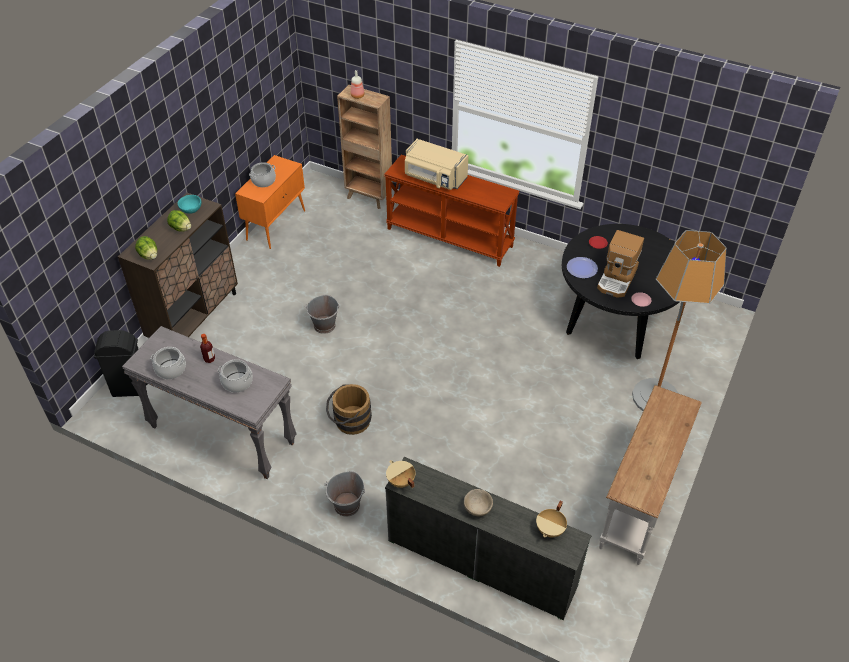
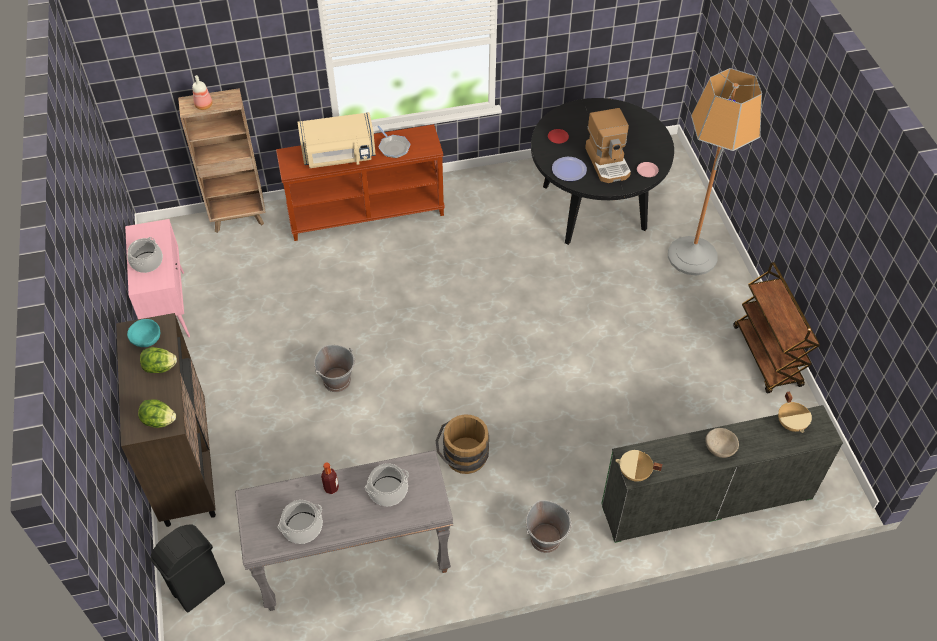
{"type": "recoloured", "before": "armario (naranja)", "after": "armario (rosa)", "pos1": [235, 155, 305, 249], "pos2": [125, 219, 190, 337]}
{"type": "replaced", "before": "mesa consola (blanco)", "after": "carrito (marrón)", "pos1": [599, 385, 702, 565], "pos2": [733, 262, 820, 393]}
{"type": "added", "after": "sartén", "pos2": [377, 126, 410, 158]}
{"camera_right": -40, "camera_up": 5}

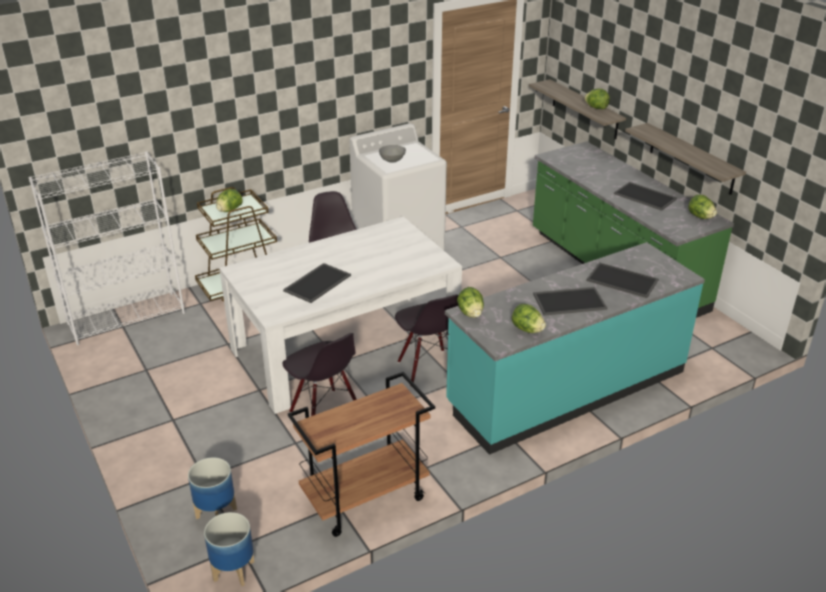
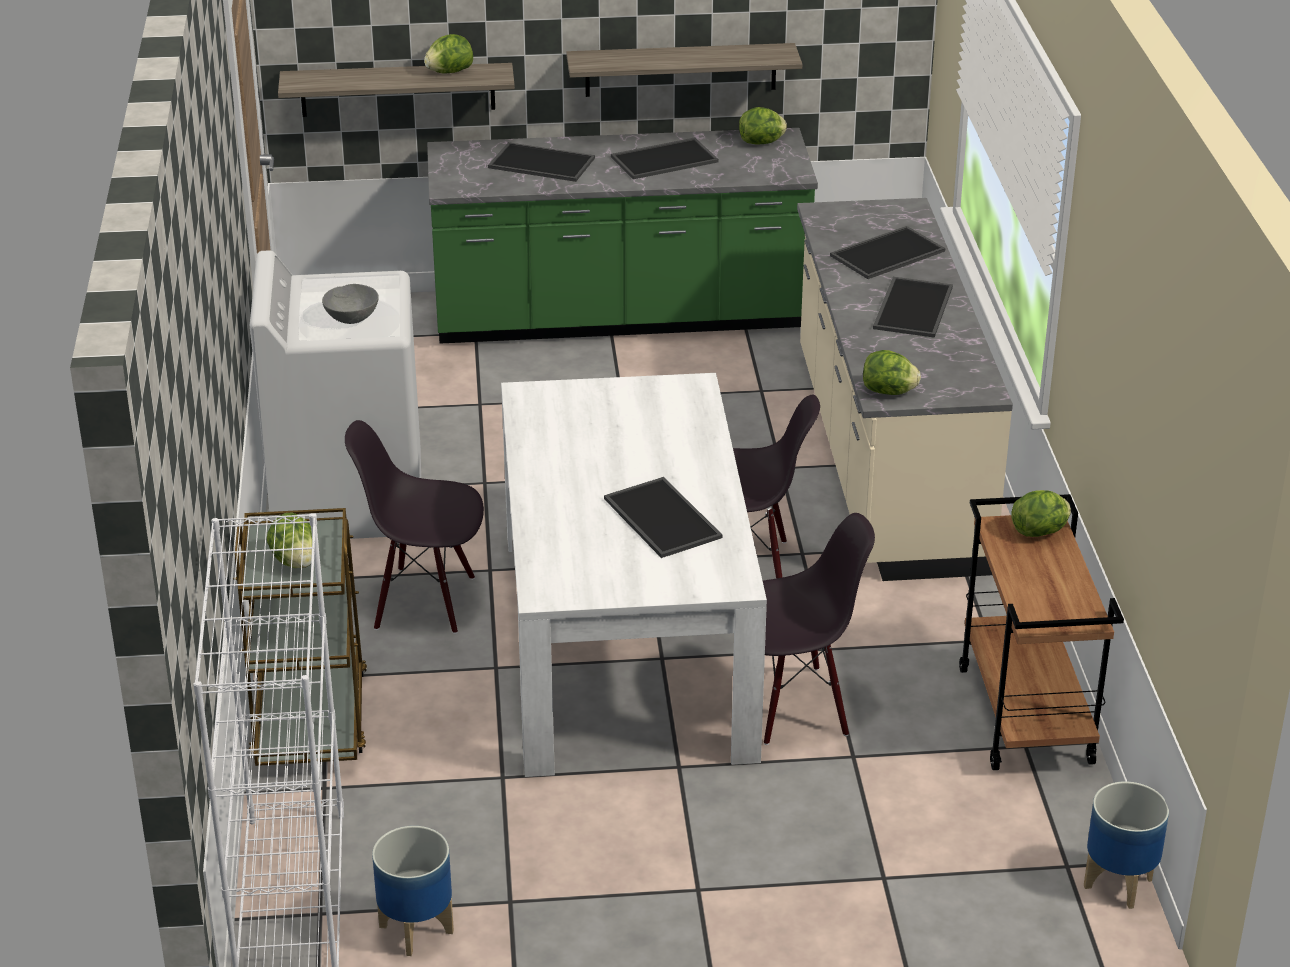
{"type": "recoloured", "before": "mueble bajo de cocina (turquesa)", "after": "mueble bajo de cocina (beis)", "pos1": [445, 242, 705, 455], "pos2": [797, 198, 1013, 581]}
{"type": "moved", "before": "lechuga", "pos1": [512, 304, 546, 333], "pos2": [1011, 490, 1071, 537]}
{"type": "moved", "before": "maceta", "pos1": [188, 457, 237, 519], "pos2": [372, 826, 454, 956]}
{"type": "added", "after": "bandeja", "pos2": [488, 142, 595, 182]}
{"camera_right": -65, "camera_up": 0}

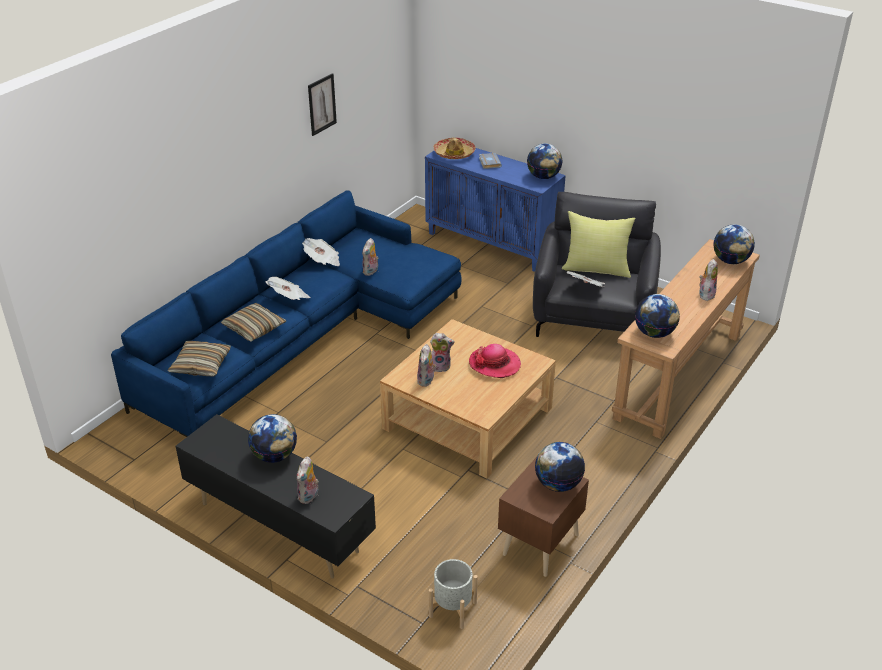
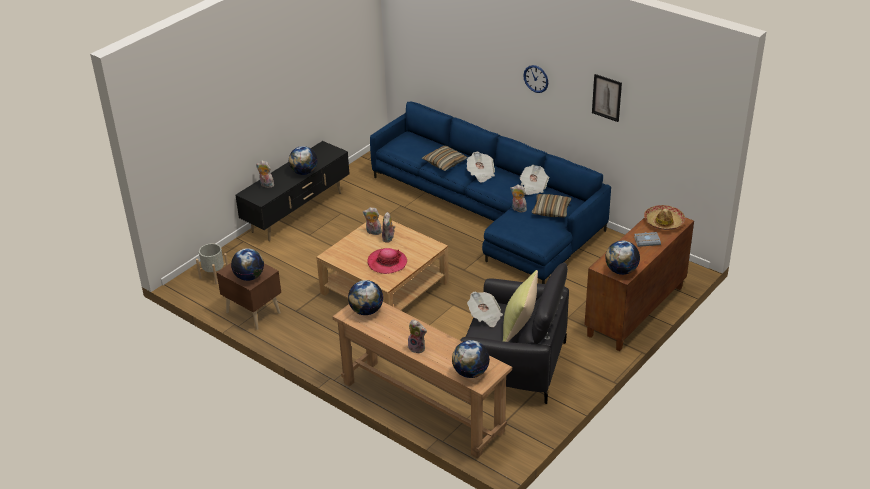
{"type": "recoloured", "before": "armario (azul)", "after": "armario (marrón)", "pos1": [425, 148, 566, 272], "pos2": [584, 217, 694, 351]}
{"type": "moved", "before": "cojín", "pos1": [168, 341, 231, 377], "pos2": [531, 194, 572, 217]}
{"type": "added", "after": "reloj de pared", "pos2": [523, 65, 548, 93]}
{"camera_right": 95, "camera_up": 0}

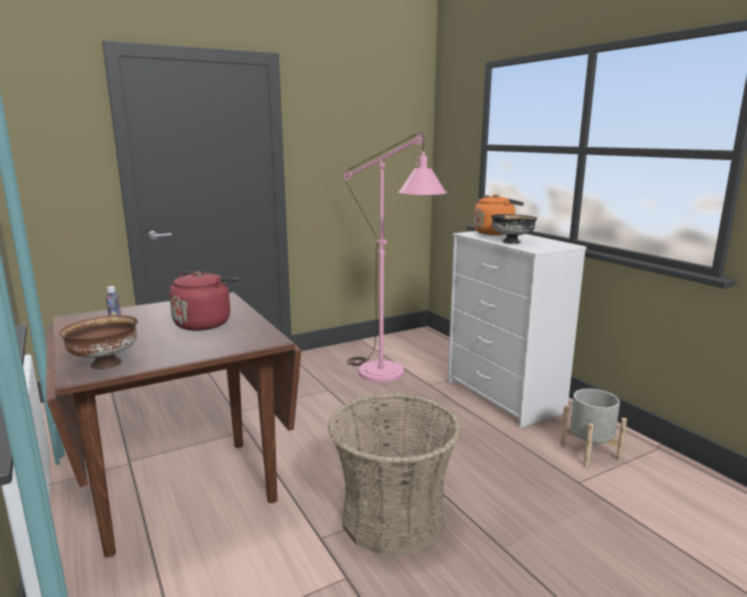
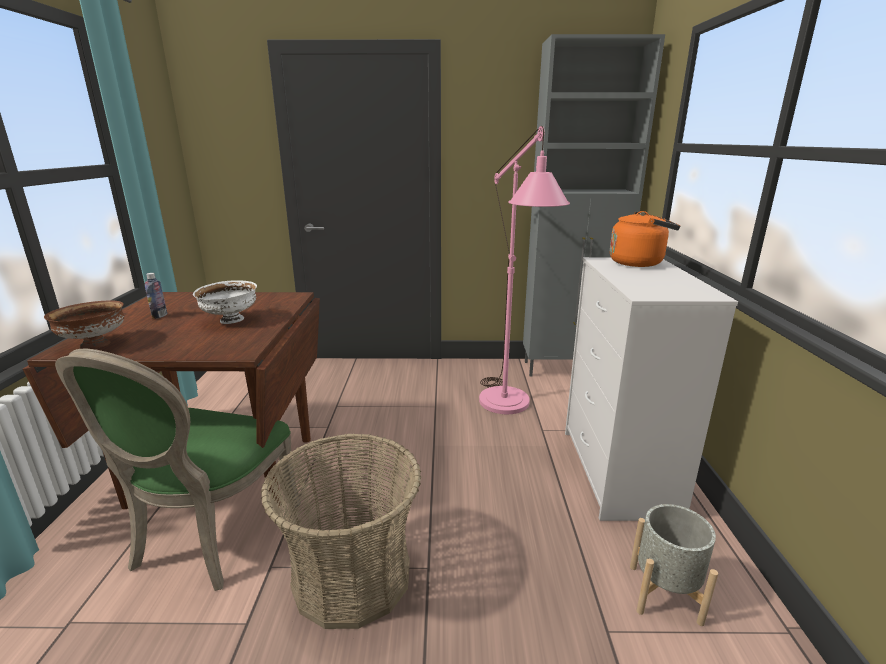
{"type": "removed", "before": "cuenco (negro)", "pos1": [491, 214, 538, 244]}
{"type": "replaced", "before": "hervidor (rojo)", "after": "cuenco (blanco)", "pos1": [169, 271, 239, 331], "pos2": [193, 280, 257, 324]}
{"type": "added", "after": "armario (gris)", "pos2": [523, 34, 665, 376]}
{"type": "added", "after": "silla (verde)", "pos2": [55, 349, 301, 591]}
{"camera_right": 30, "camera_up": 5}

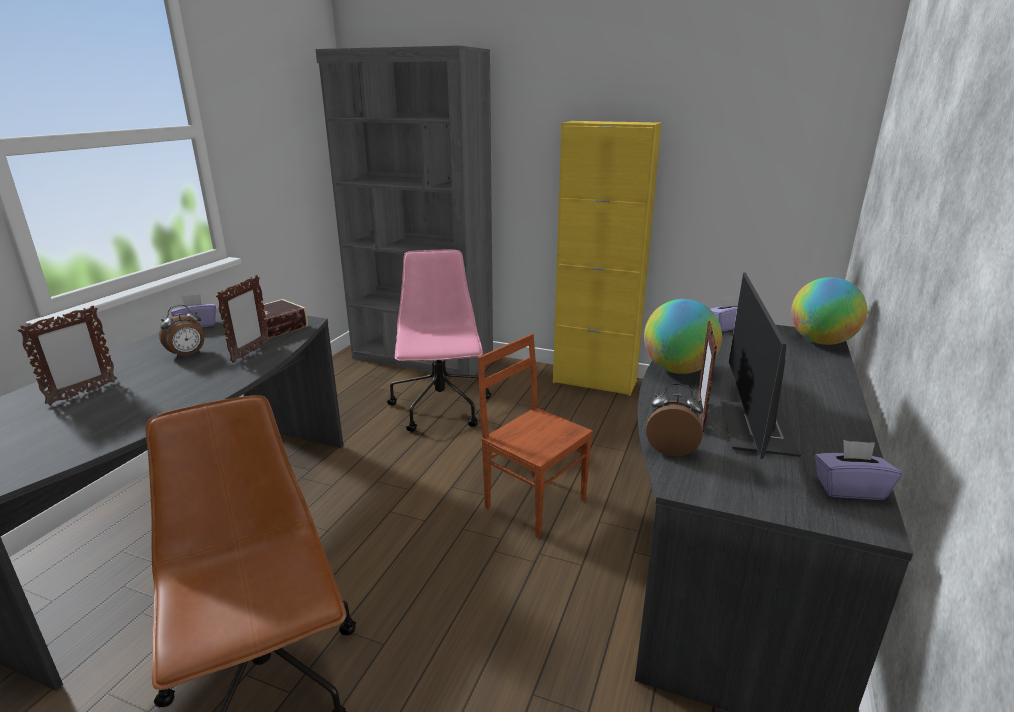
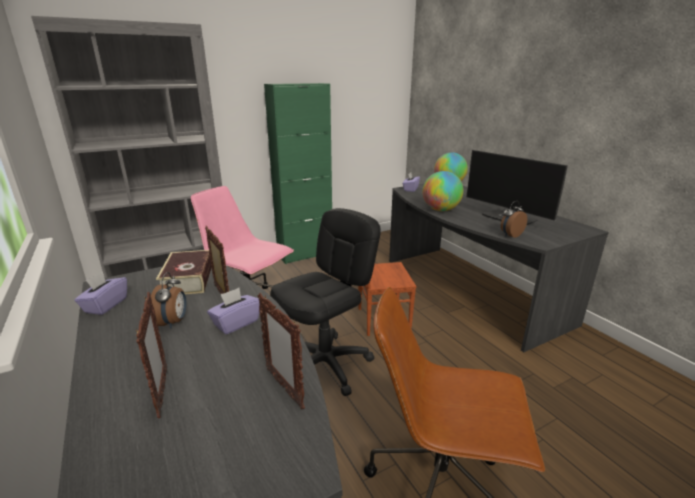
{"type": "recoloured", "before": "armario (amarillo)", "after": "armario (verde)", "pos1": [553, 121, 662, 396], "pos2": [264, 83, 332, 264]}
{"type": "moved", "before": "portarretratos", "pos1": [697, 321, 717, 432], "pos2": [257, 293, 305, 409]}
{"type": "moved", "before": "caja de pañuelos (morado)", "pos1": [815, 440, 902, 500], "pos2": [207, 288, 259, 335]}
{"type": "added", "after": "silla de oficina (negro)", "pos2": [270, 208, 381, 396]}
{"camera_right": -50, "camera_up": 0}

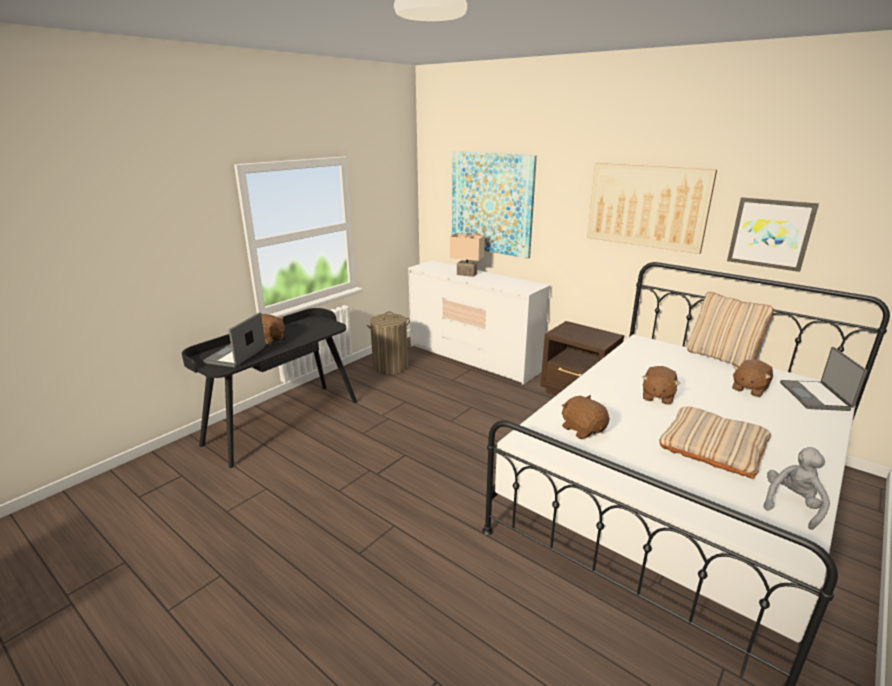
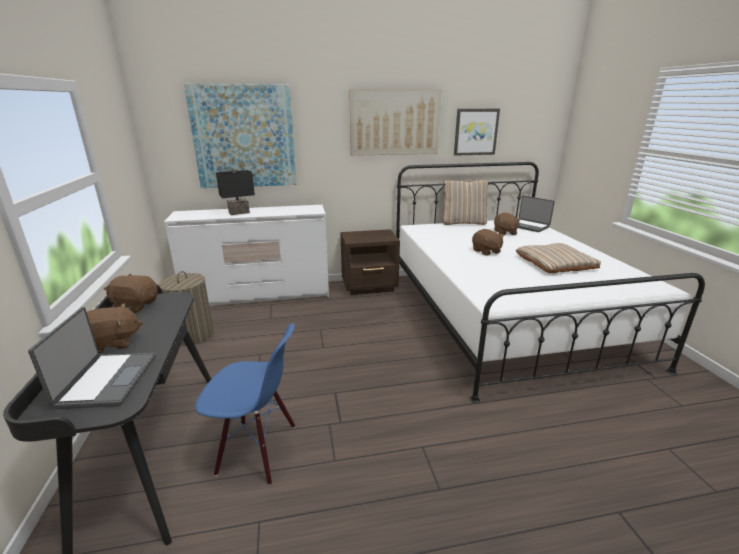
{"type": "recoloured", "before": "lámpara de mesa (beis)", "after": "lámpara de mesa (negro)", "pos1": [450, 233, 485, 277], "pos2": [216, 169, 255, 215]}
{"type": "turned", "before": "portátil", "pos1": [203, 313, 266, 367], "pos2": [28, 307, 156, 409], "turn": -150}
{"type": "moved", "before": "peluche (marrón)", "pos1": [562, 395, 609, 439], "pos2": [104, 273, 158, 313]}
{"type": "removed", "before": "peluche (gris)", "pos1": [763, 447, 830, 530]}
{"type": "added", "after": "silla (azul)", "pos2": [195, 323, 295, 485]}
{"camera_right": -50, "camera_up": 0}

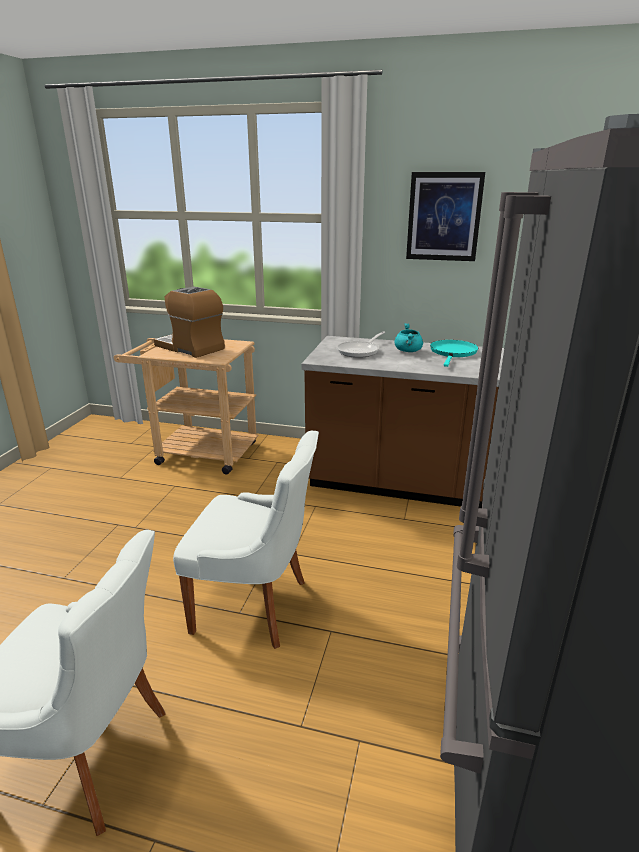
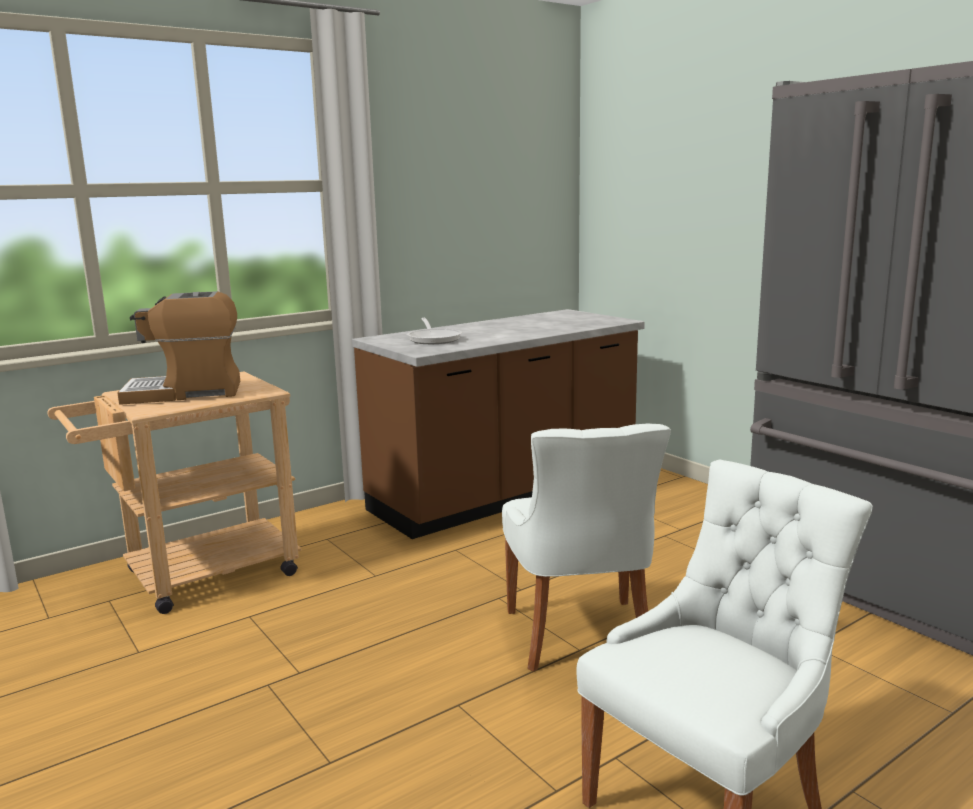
{"type": "removed", "before": "cuadro", "pos1": [406, 172, 485, 261]}
{"type": "removed", "before": "olla (turquesa)", "pos1": [394, 323, 423, 352]}
{"type": "removed", "before": "sartén (turquesa)", "pos1": [430, 340, 478, 367]}
{"type": "turned", "before": "silla (blanco)", "pos1": [173, 431, 319, 649], "pos2": [502, 423, 671, 672], "turn": 120}
{"camera_right": -50, "camera_up": -10}

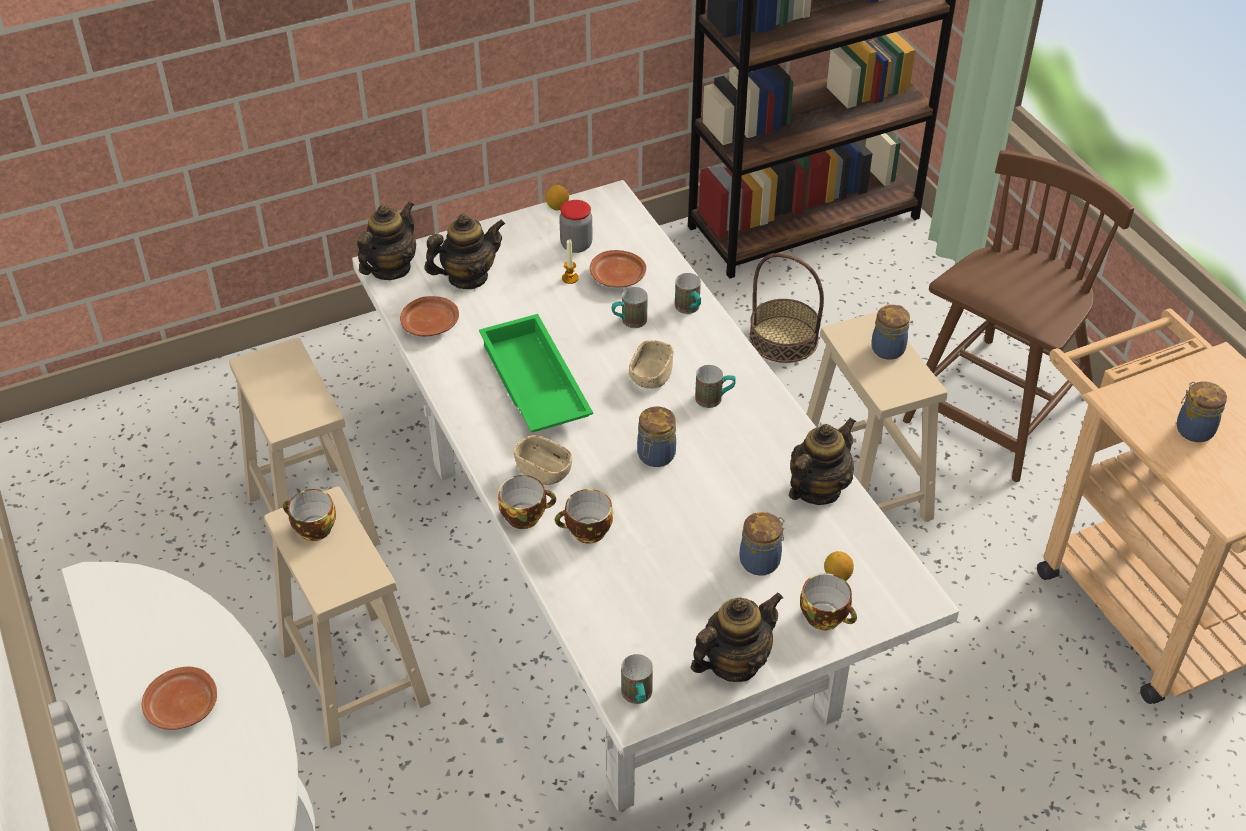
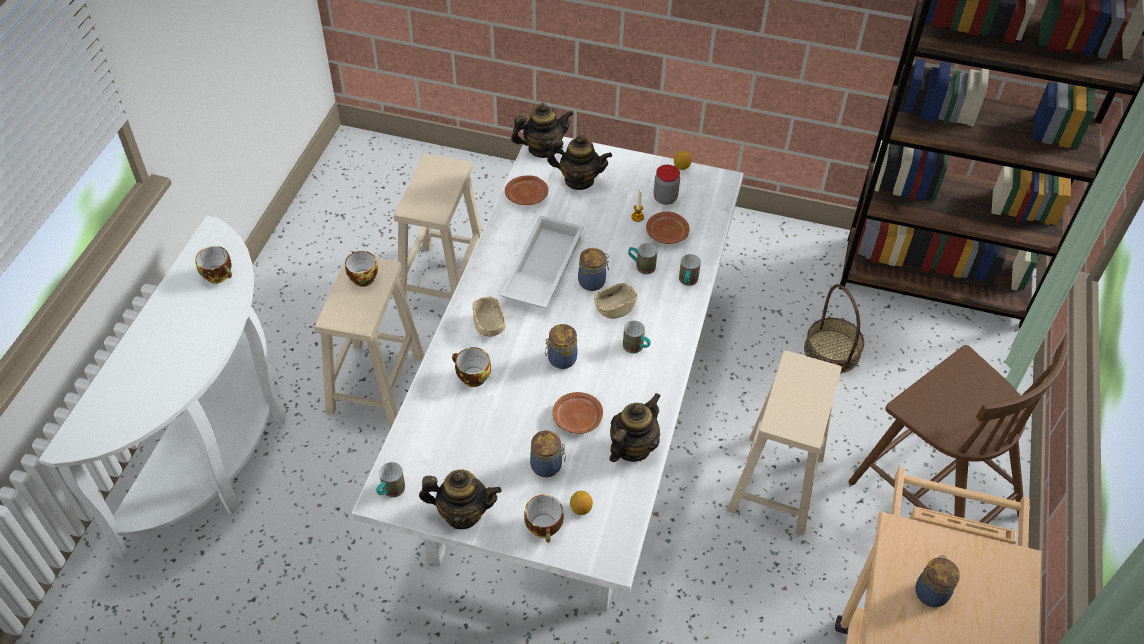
{"type": "turned", "before": "silla (marrón)", "pos1": [903, 150, 1134, 482], "pos2": [849, 340, 1069, 524], "turn": 60}
{"type": "moved", "before": "tarro", "pos1": [871, 305, 910, 360], "pos2": [578, 248, 609, 291]}
{"type": "recoloured", "before": "bandeja (verde)", "after": "bandeja (blanco)", "pos1": [479, 314, 593, 432], "pos2": [500, 215, 584, 308]}
{"type": "turned", "before": "tetera", "pos1": [789, 418, 856, 505], "pos2": [609, 393, 660, 462], "turn": -45}
{"type": "moved", "before": "taza", "pos1": [498, 475, 556, 529], "pos2": [195, 246, 232, 284]}
{"type": "moved", "before": "plato (marrón)", "pos1": [142, 667, 217, 730], "pos2": [552, 392, 603, 434]}
{"camera_right": 40, "camera_up": 5}

